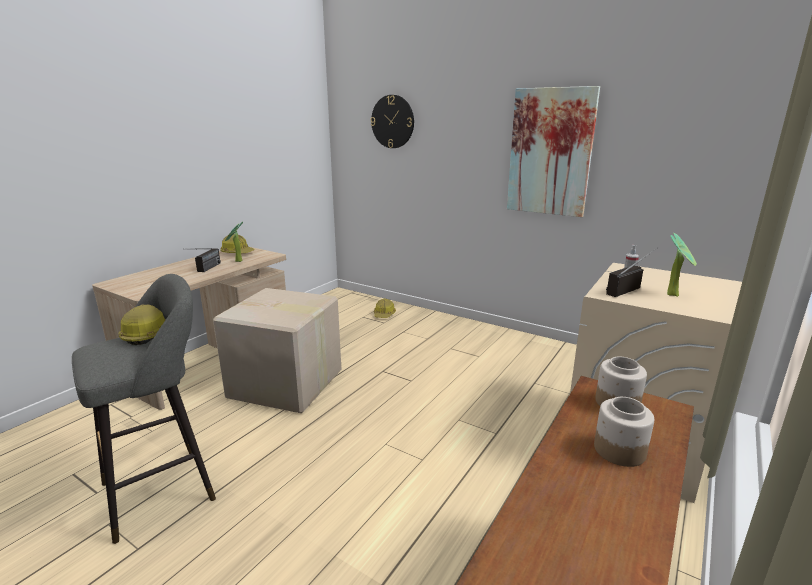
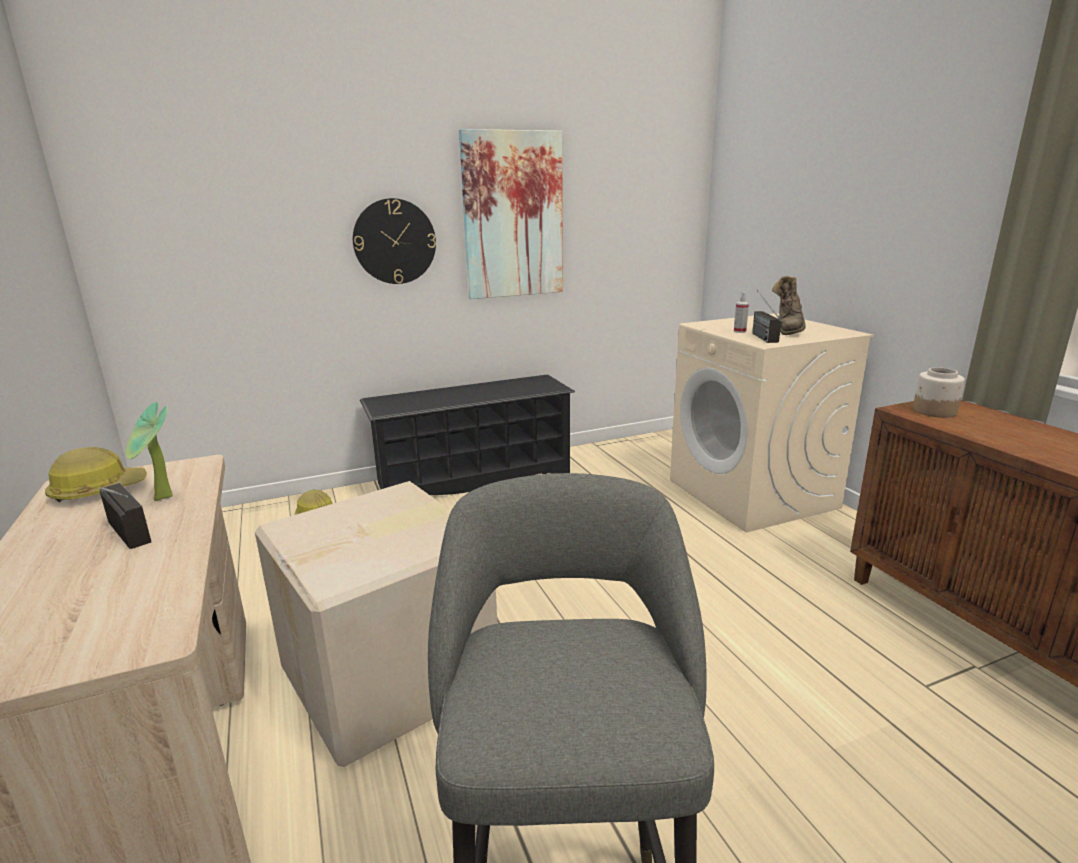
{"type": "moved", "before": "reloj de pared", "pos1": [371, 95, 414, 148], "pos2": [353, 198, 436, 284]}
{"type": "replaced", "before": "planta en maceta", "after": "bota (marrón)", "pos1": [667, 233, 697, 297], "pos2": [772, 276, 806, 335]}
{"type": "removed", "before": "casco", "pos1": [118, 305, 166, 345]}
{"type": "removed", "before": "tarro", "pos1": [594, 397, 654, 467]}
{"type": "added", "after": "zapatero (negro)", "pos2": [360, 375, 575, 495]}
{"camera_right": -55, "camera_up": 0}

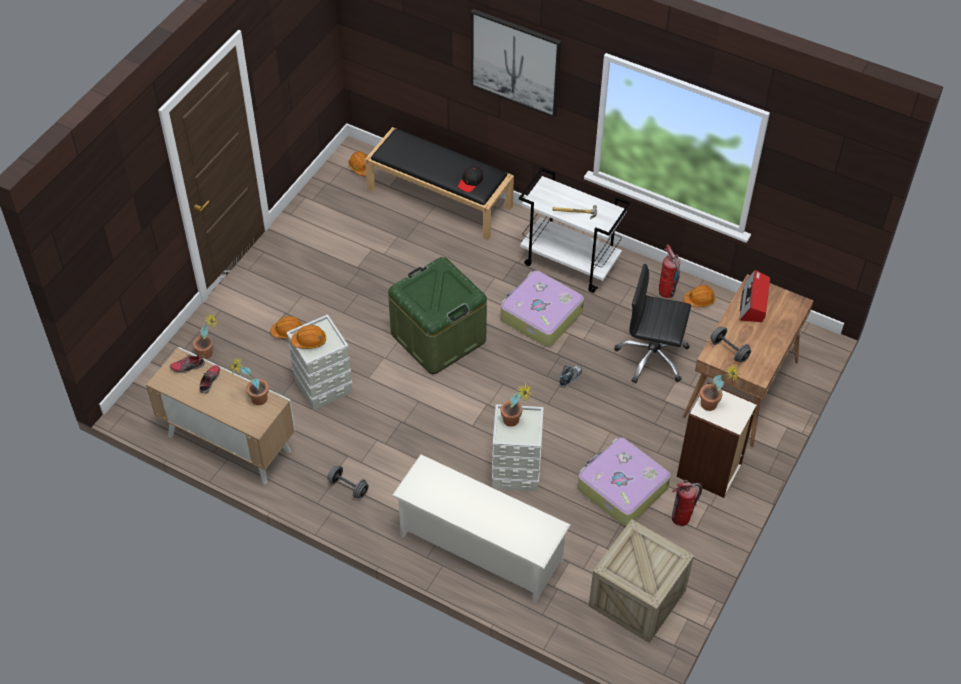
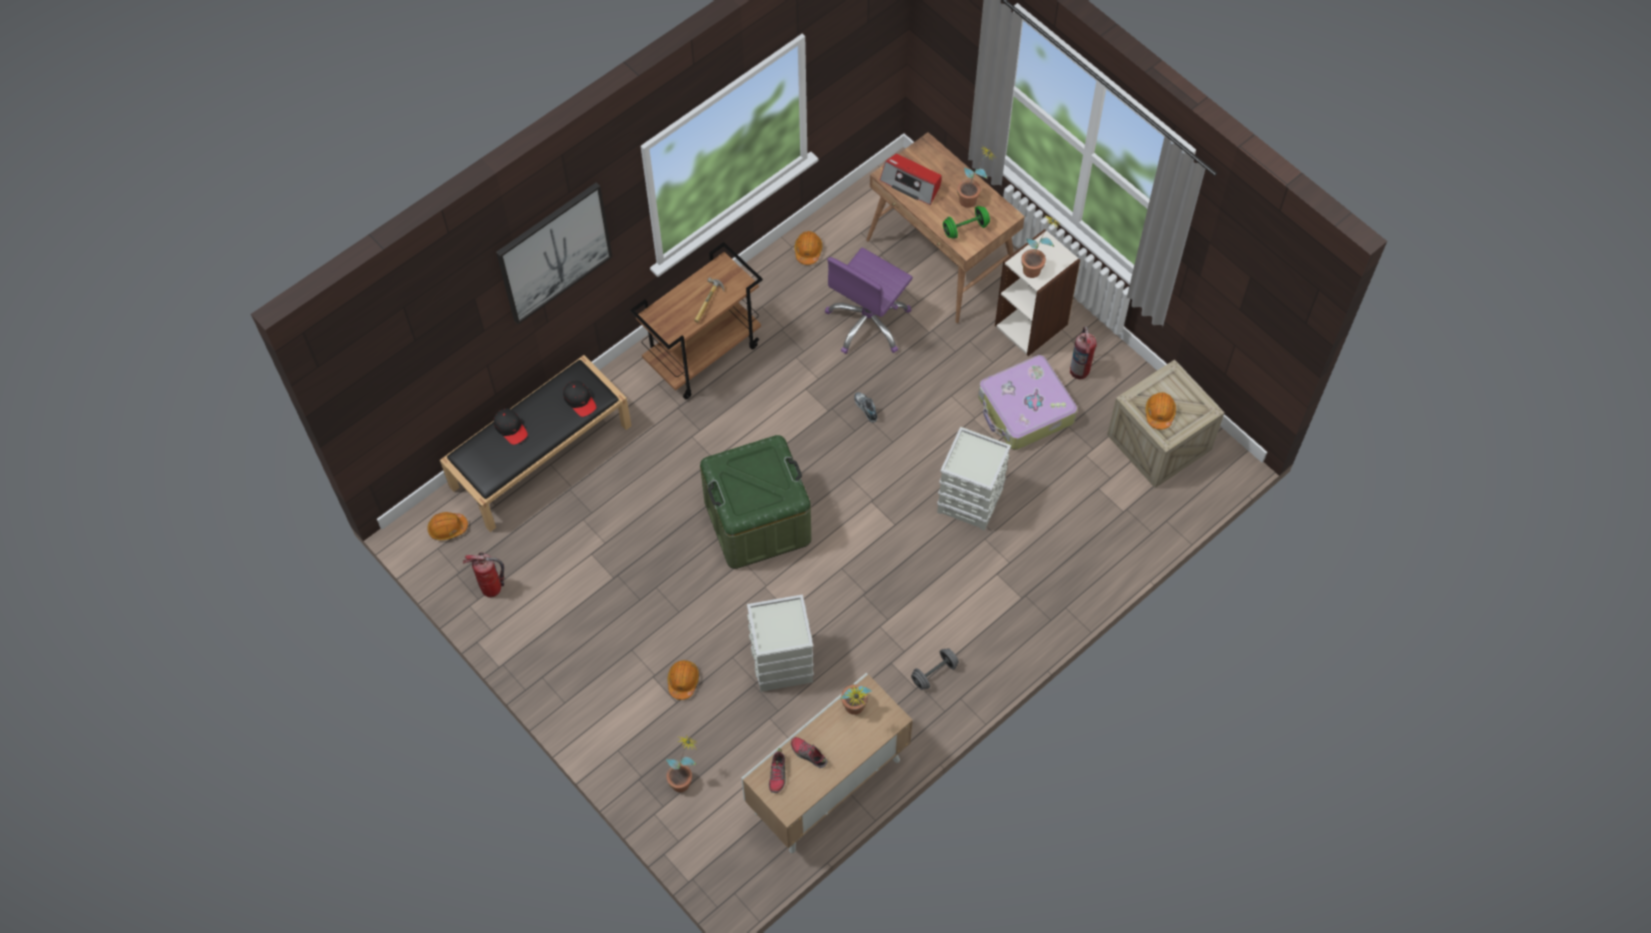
{"type": "recoloured", "before": "carrito (blanco)", "after": "carrito (marrón)", "pos1": [519, 167, 631, 293], "pos2": [630, 242, 763, 399]}
{"type": "moved", "before": "extintor", "pos1": [659, 244, 680, 298], "pos2": [463, 552, 504, 598]}
{"type": "recoloured", "before": "silla de oficina (negro)", "after": "silla de oficina (morado)", "pos1": [614, 264, 691, 383], "pos2": [825, 247, 913, 354]}
{"type": "removed", "before": "maleta", "pos1": [500, 270, 584, 347]}
{"type": "moved", "before": "casco (naranja)", "pos1": [291, 325, 326, 349], "pos2": [1145, 392, 1176, 430]}
{"type": "recoloured", "before": "mancuerna (gris)", "after": "mancuerna (verde)", "pos1": [710, 326, 751, 362], "pos2": [943, 206, 990, 239]}
{"type": "moved", "before": "planta en maceta", "pos1": [500, 384, 533, 427], "pos2": [957, 147, 995, 208]}
{"type": "removed", "before": "zapatero (blanco)", "pos1": [392, 454, 570, 603]}
{"type": "added", "after": "gorra (negro)", "pos2": [494, 408, 528, 445]}
{"camera_right": -70, "camera_up": 10}

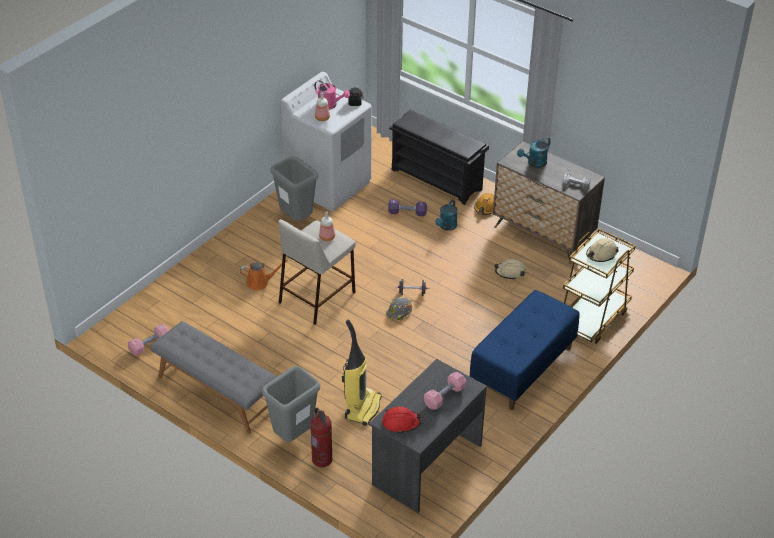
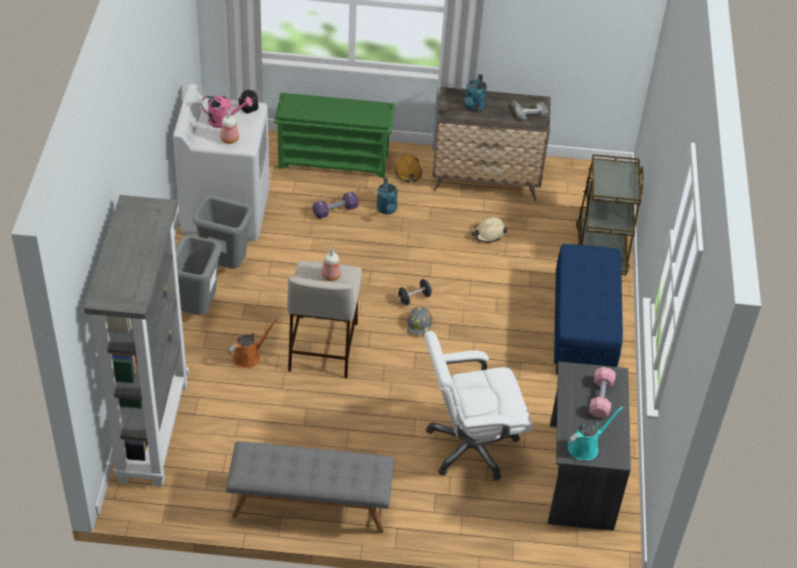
{"type": "recoloured", "before": "zapatero (negro)", "after": "zapatero (verde)", "pos1": [389, 110, 489, 205], "pos2": [274, 93, 395, 178]}
{"type": "removed", "before": "casco (beis)", "pos1": [586, 238, 618, 262]}
{"type": "replaced", "before": "aspiradora", "after": "silla de oficina (blanco)", "pos1": [342, 320, 382, 426], "pos2": [424, 331, 533, 481]}
{"type": "removed", "before": "mancuerna (rosa)", "pos1": [128, 324, 169, 356]}
{"type": "moved", "before": "papelera (gris)", "pos1": [262, 366, 320, 442], "pos2": [175, 235, 222, 315]}
{"type": "replaced", "before": "casco (rojo)", "after": "regadera (turquesa)", "pos1": [382, 407, 423, 434], "pos2": [567, 406, 623, 460]}
{"type": "removed", "before": "extintor", "pos1": [310, 408, 332, 467]}
{"type": "added", "after": "estantería (gris)", "pos2": [84, 195, 189, 487]}
{"camera_right": -35, "camera_up": 5}

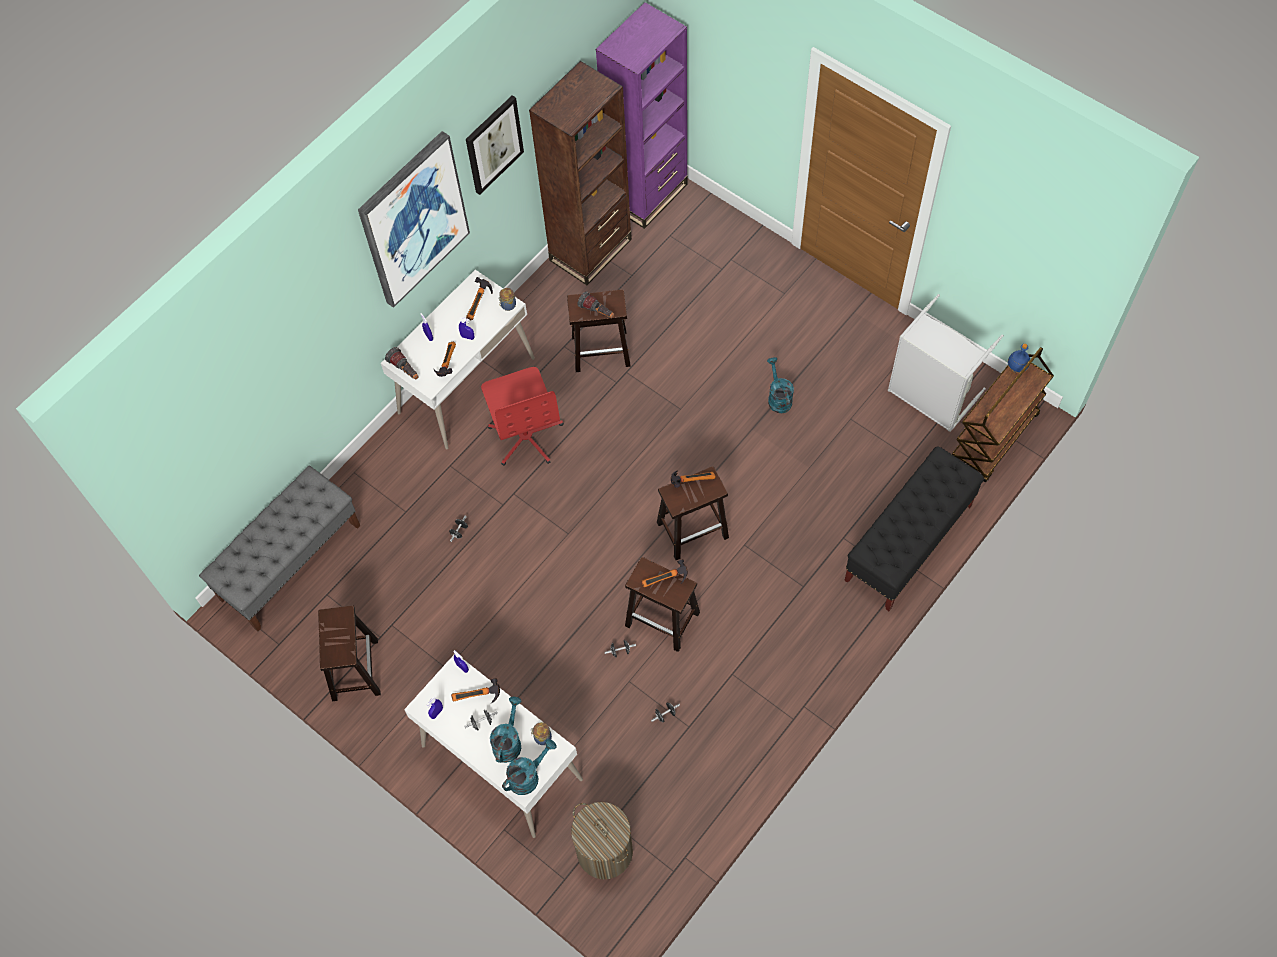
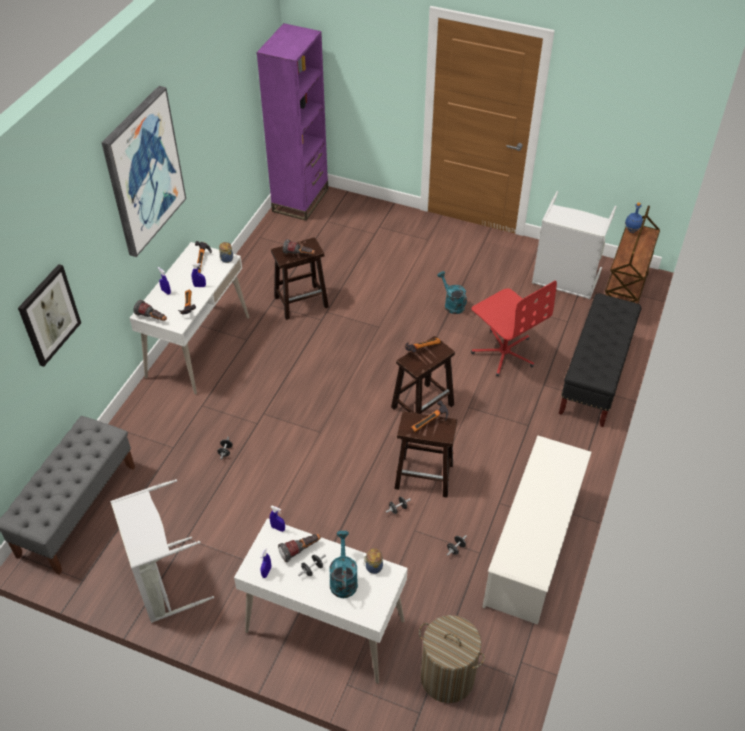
{"type": "removed", "before": "estantería (marrón)", "pos1": [529, 61, 632, 285]}
{"type": "moved", "before": "cuadro", "pos1": [466, 95, 524, 195], "pos2": [18, 264, 81, 367]}
{"type": "moved", "before": "silla de oficina (rojo)", "pos1": [481, 367, 564, 466], "pos2": [471, 281, 557, 376]}
{"type": "replaced", "before": "taburete (marrón)", "after": "cesto de la ropa (gris)", "pos1": [318, 606, 381, 701], "pos2": [110, 479, 214, 623]}
{"type": "replaced", "before": "martillo", "after": "linterna", "pos1": [451, 678, 500, 703], "pos2": [278, 534, 321, 562]}
{"type": "removed", "before": "regadera (turquesa)", "pos1": [502, 739, 557, 795]}
{"type": "added", "after": "zapatero (blanco)", "pos2": [482, 436, 592, 625]}
{"camera_right": -20, "camera_up": -15}

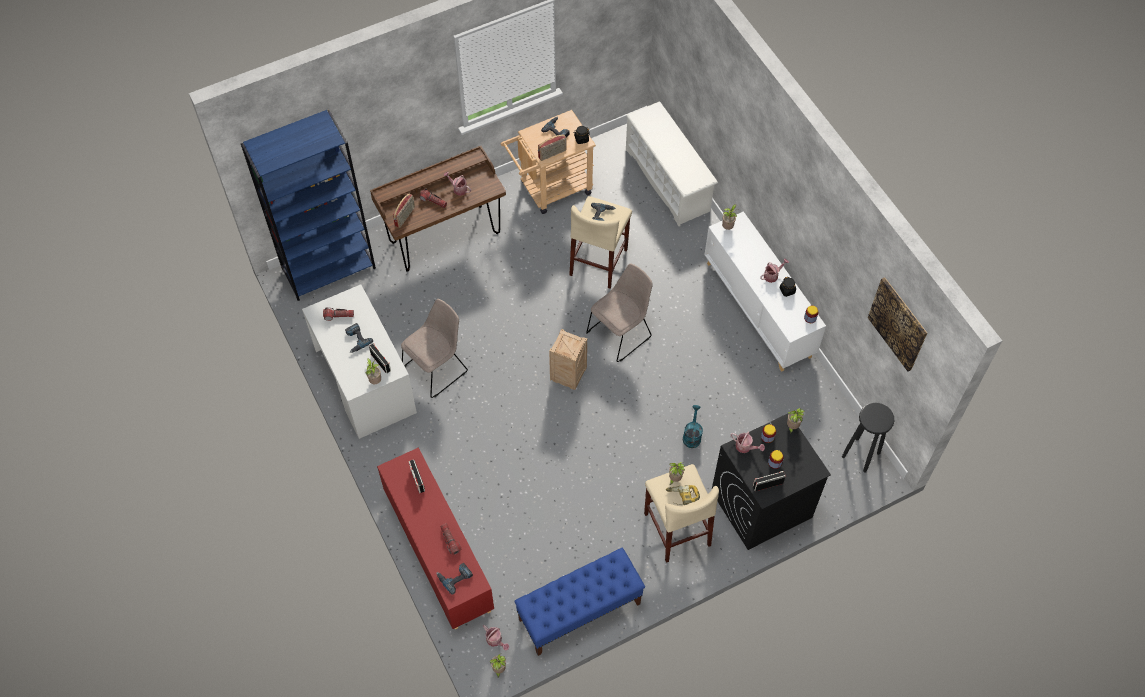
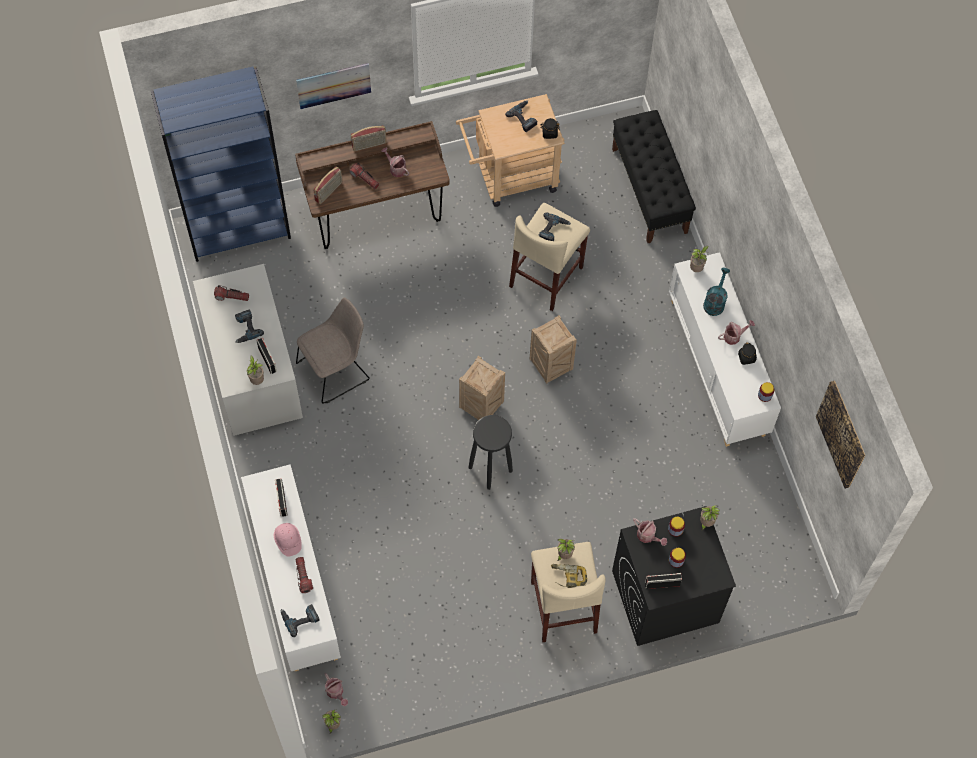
{"type": "replaced", "before": "zapatero (blanco)", "after": "banco (negro)", "pos1": [626, 101, 718, 227], "pos2": [612, 110, 696, 243]}
{"type": "moved", "before": "radio", "pos1": [538, 134, 566, 161], "pos2": [351, 125, 387, 151]}
{"type": "replaced", "before": "silla (beis)", "after": "caja de embalaje", "pos1": [586, 263, 653, 362], "pos2": [529, 315, 577, 384]}
{"type": "moved", "before": "taburete (negro)", "pos1": [842, 403, 895, 473], "pos2": [469, 415, 513, 490]}
{"type": "moved", "before": "regadera (turquesa)", "pos1": [683, 405, 703, 448], "pos2": [703, 268, 730, 316]}
{"type": "recoloured", "before": "armario (rojo)", "after": "armario (blanco)", "pos1": [377, 447, 494, 630], "pos2": [241, 464, 341, 671]}
{"type": "removed", "before": "banco (azul)", "pos1": [514, 548, 645, 656]}
{"type": "added", "after": "cuadro", "pos2": [296, 63, 371, 109]}
{"type": "added", "after": "casco (rosa)", "pos2": [274, 523, 302, 556]}
{"camera_right": 10, "camera_up": 5}

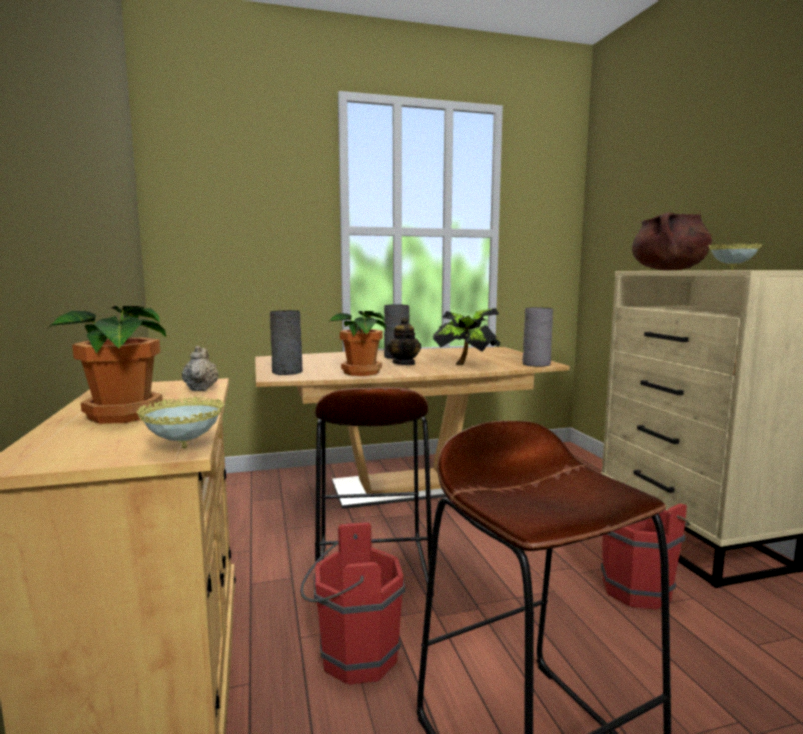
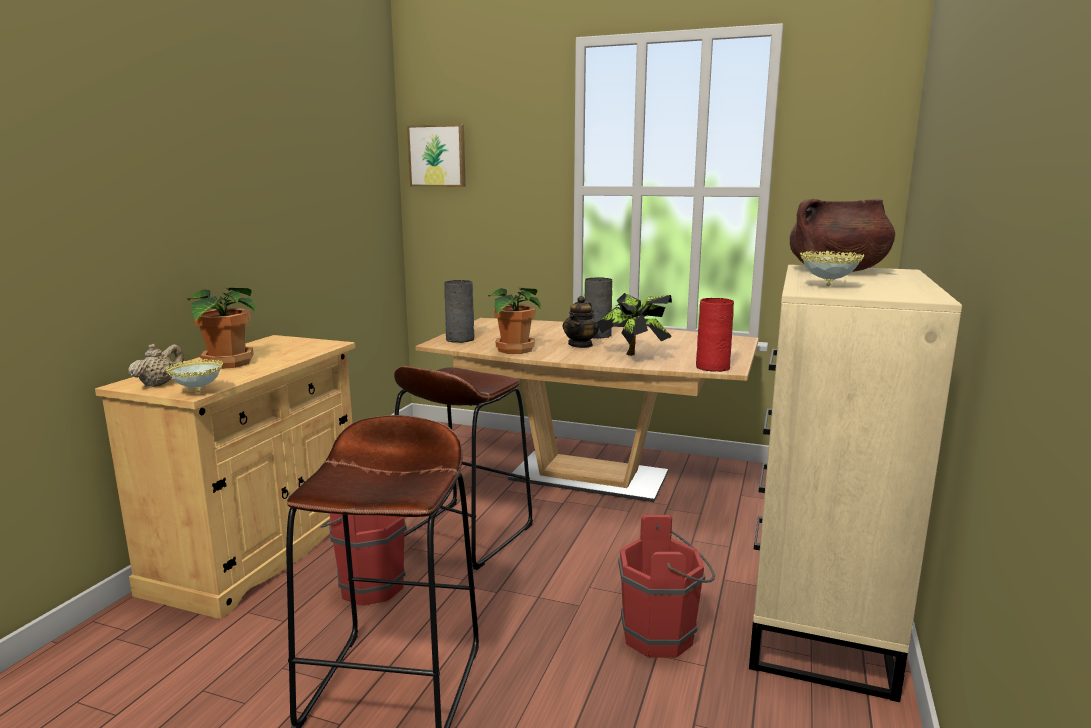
{"type": "recoloured", "before": "florero (gris)", "after": "florero (rojo)", "pos1": [523, 307, 553, 367], "pos2": [696, 298, 734, 372]}
{"type": "moved", "before": "tetera (beis)", "pos1": [182, 345, 219, 391], "pos2": [128, 344, 184, 387]}
{"type": "added", "after": "cuadro", "pos2": [407, 124, 466, 187]}
{"camera_right": 35, "camera_up": 5}

